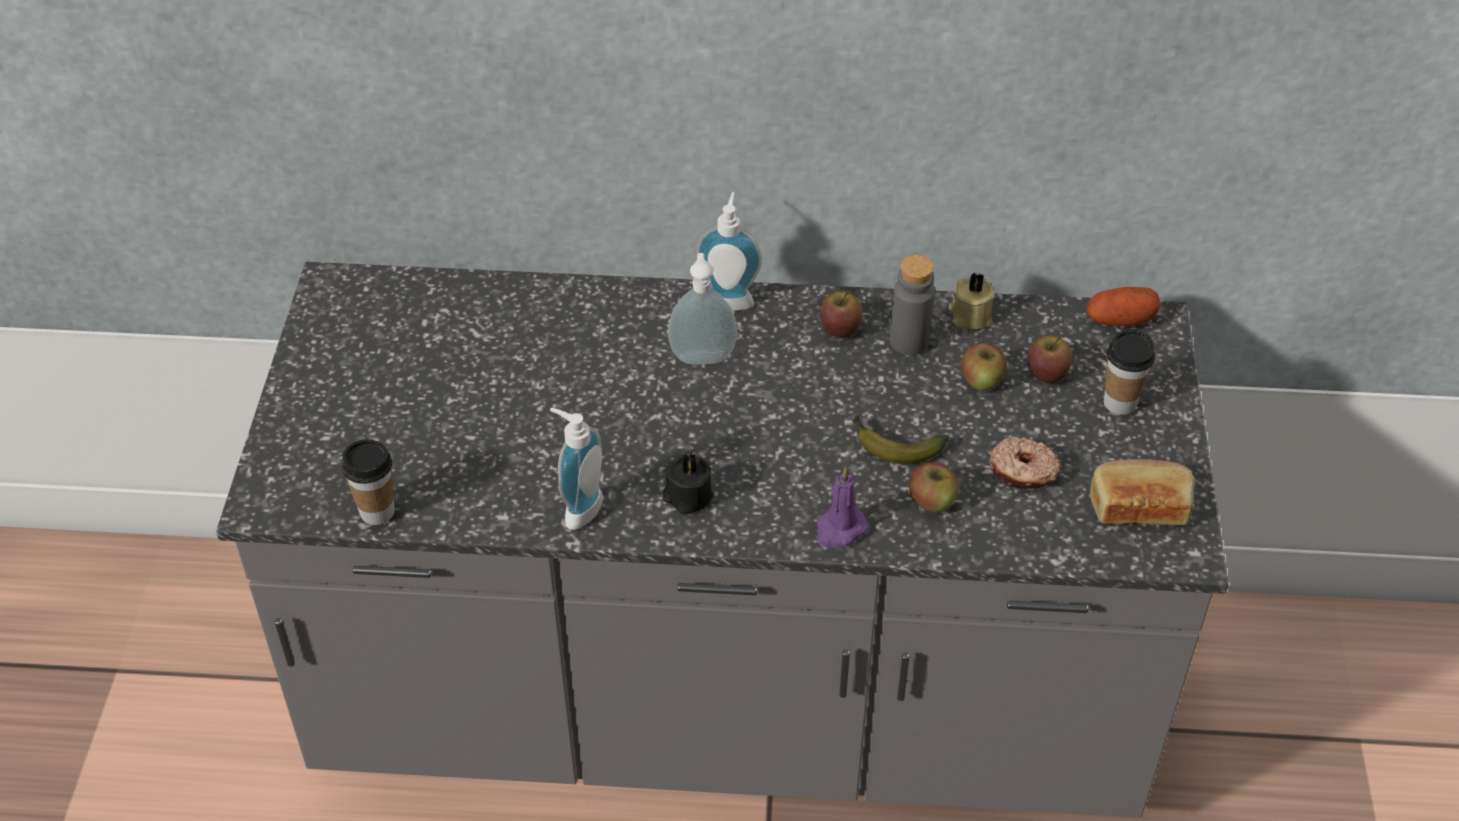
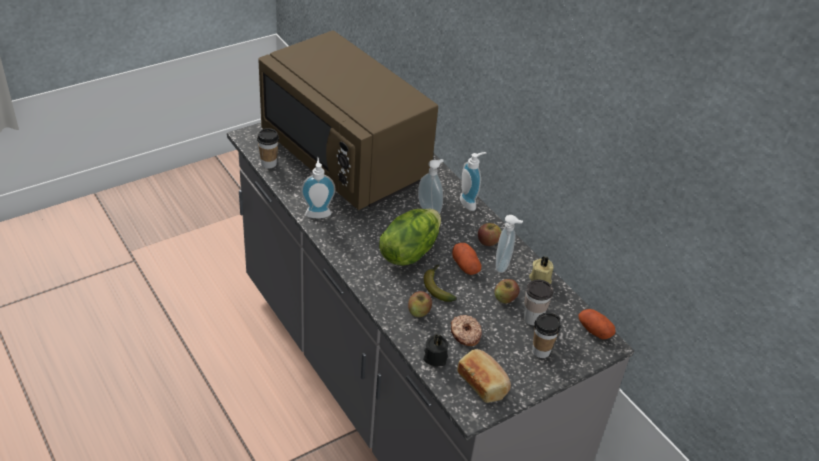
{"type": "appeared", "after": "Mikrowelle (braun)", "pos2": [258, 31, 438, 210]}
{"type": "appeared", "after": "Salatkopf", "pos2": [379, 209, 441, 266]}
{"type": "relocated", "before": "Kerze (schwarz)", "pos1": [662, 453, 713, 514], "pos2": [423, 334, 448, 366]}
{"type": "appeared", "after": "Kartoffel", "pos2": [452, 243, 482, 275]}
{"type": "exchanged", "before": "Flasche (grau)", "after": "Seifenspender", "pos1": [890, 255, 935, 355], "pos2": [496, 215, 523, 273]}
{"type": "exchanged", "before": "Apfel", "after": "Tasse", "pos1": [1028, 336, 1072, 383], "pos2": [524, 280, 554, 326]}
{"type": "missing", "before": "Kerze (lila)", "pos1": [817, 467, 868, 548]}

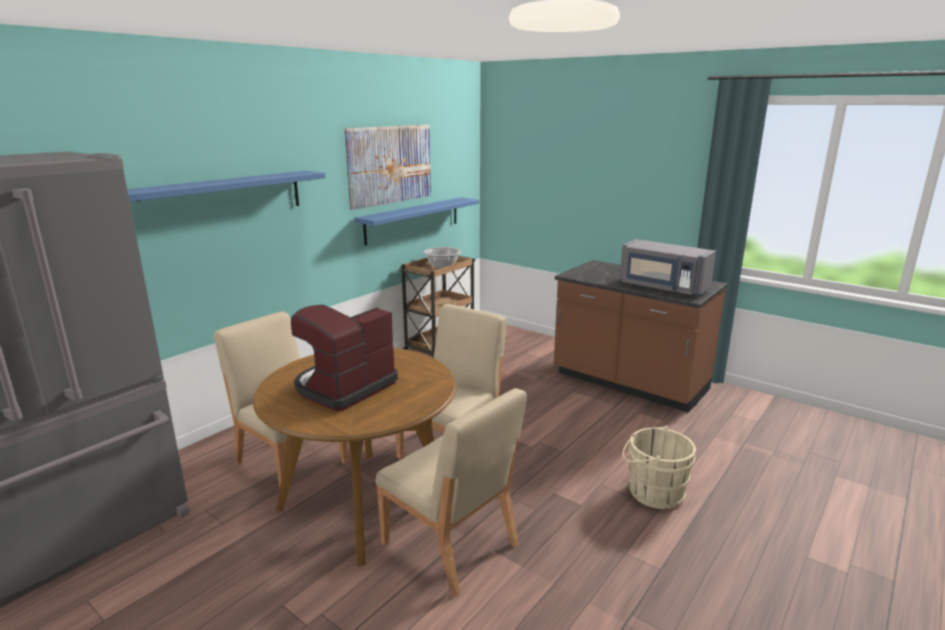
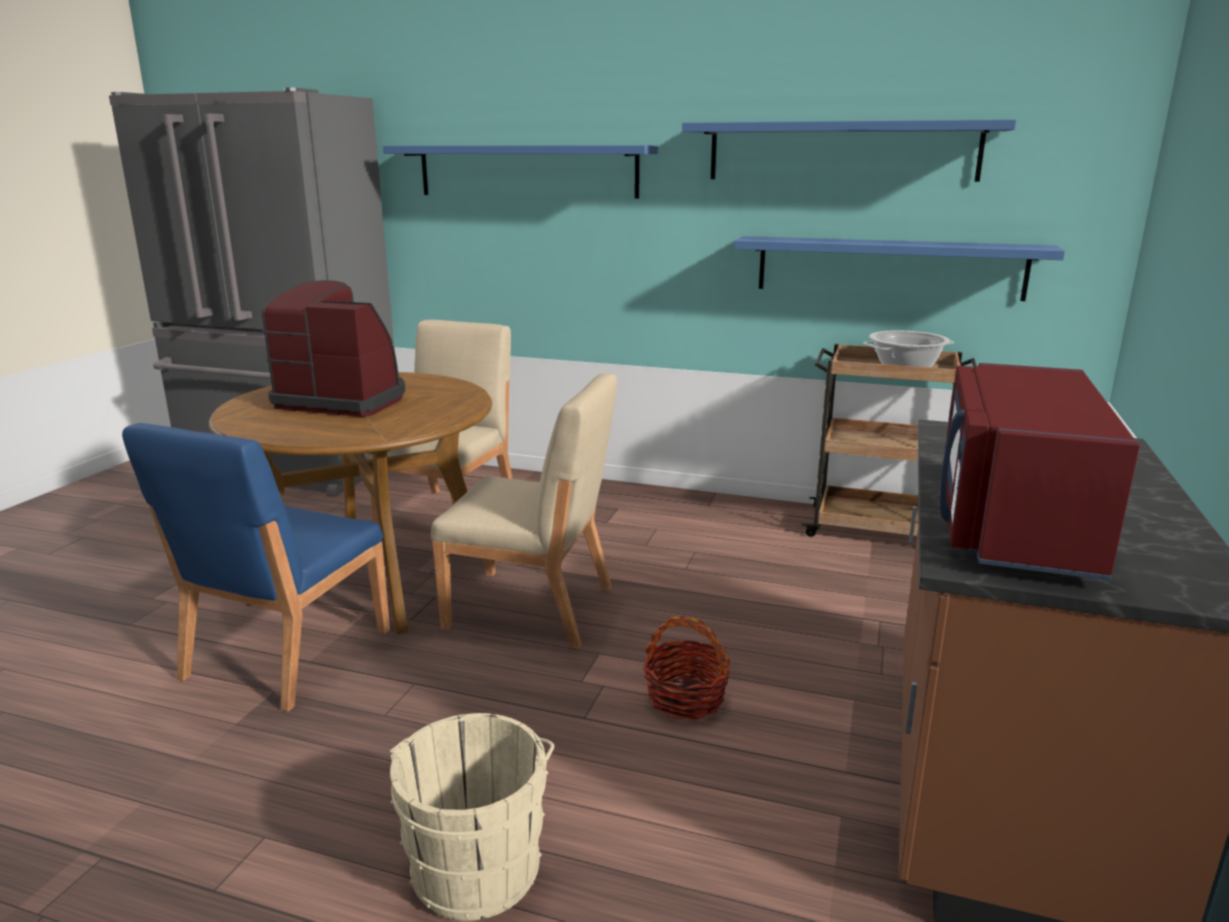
{"type": "colour", "before": "Stuhl (beige)", "after": "Stuhl (blau)", "pos1": [376, 388, 527, 598], "pos2": [122, 423, 390, 712]}
{"type": "appeared", "after": "Korb", "pos2": [643, 616, 730, 720]}
{"type": "exchanged", "before": "Bild", "after": "Wandregal (blau)", "pos1": [344, 125, 431, 210], "pos2": [682, 119, 1016, 182]}
{"type": "colour", "before": "Mikrowelle (grau)", "after": "Mikrowelle (rot)", "pos1": [620, 239, 716, 296], "pos2": [940, 363, 1140, 581]}

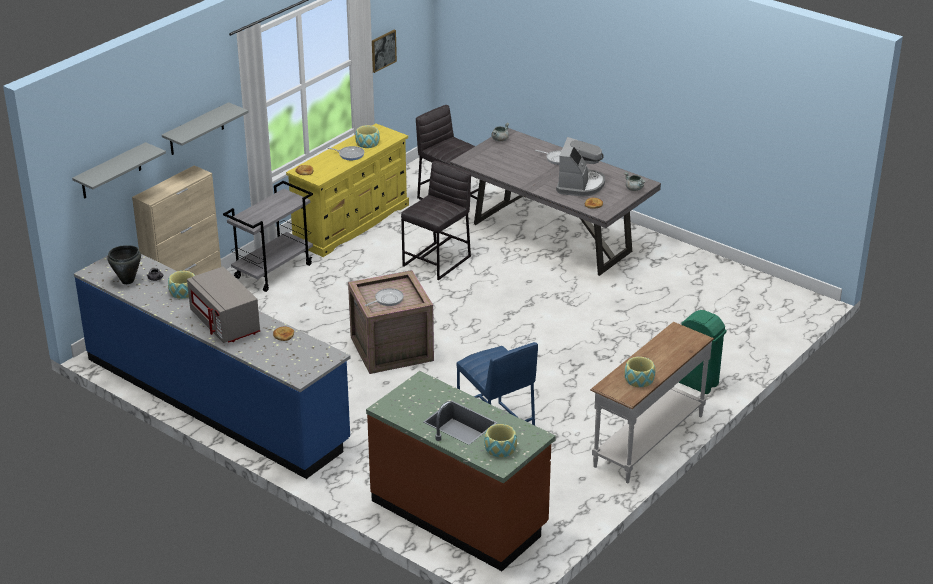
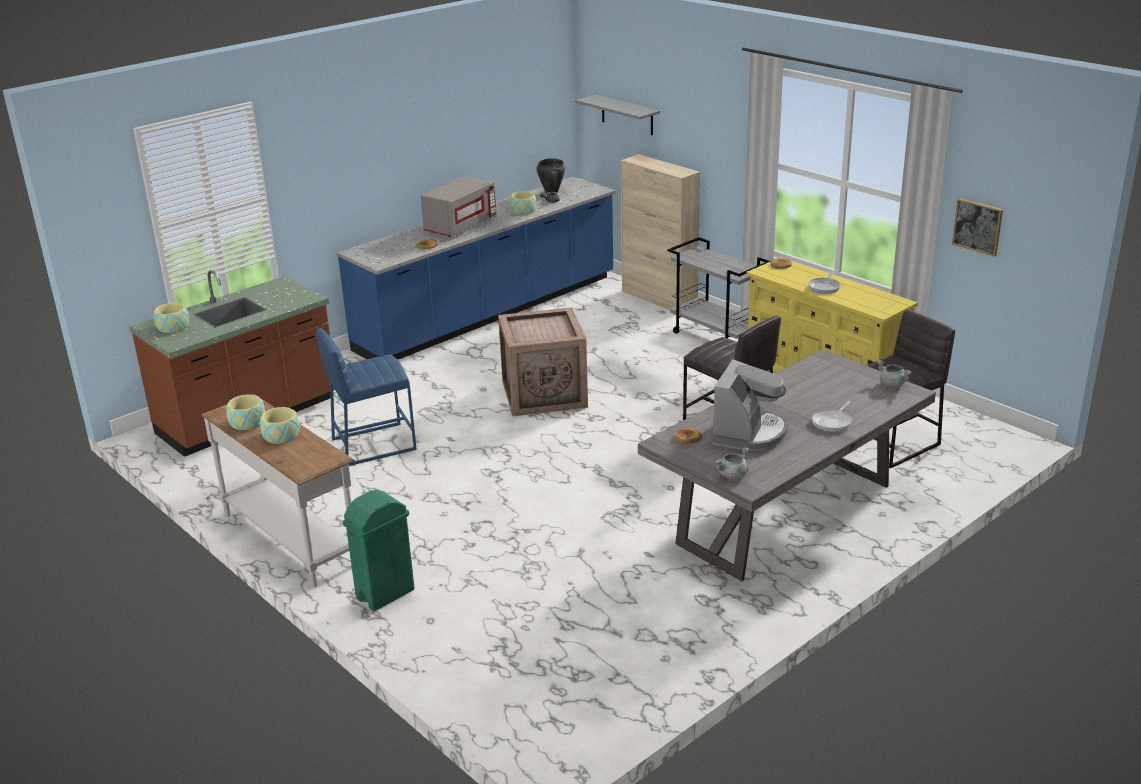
{"type": "relocated", "before": "Schüssel", "pos1": [355, 125, 380, 148], "pos2": [260, 407, 300, 444]}
{"type": "spun", "before": "Mikrowelle (grau)", "pos1": [187, 267, 260, 343], "pos2": [421, 176, 497, 237], "turn": 150}
{"type": "spun", "before": "Kaffeemaschine", "pos1": [556, 137, 605, 197], "pos2": [710, 359, 788, 451], "turn": -90}
{"type": "missing", "before": "Wandregal (grau)", "pos1": [162, 102, 248, 155]}
{"type": "missing", "before": "Pfanne", "pos1": [365, 288, 404, 306]}

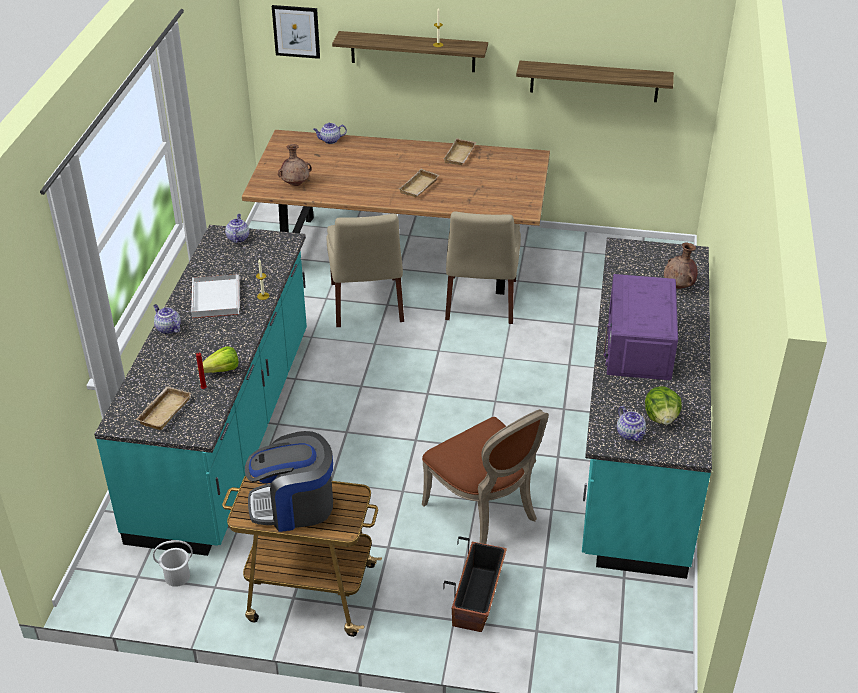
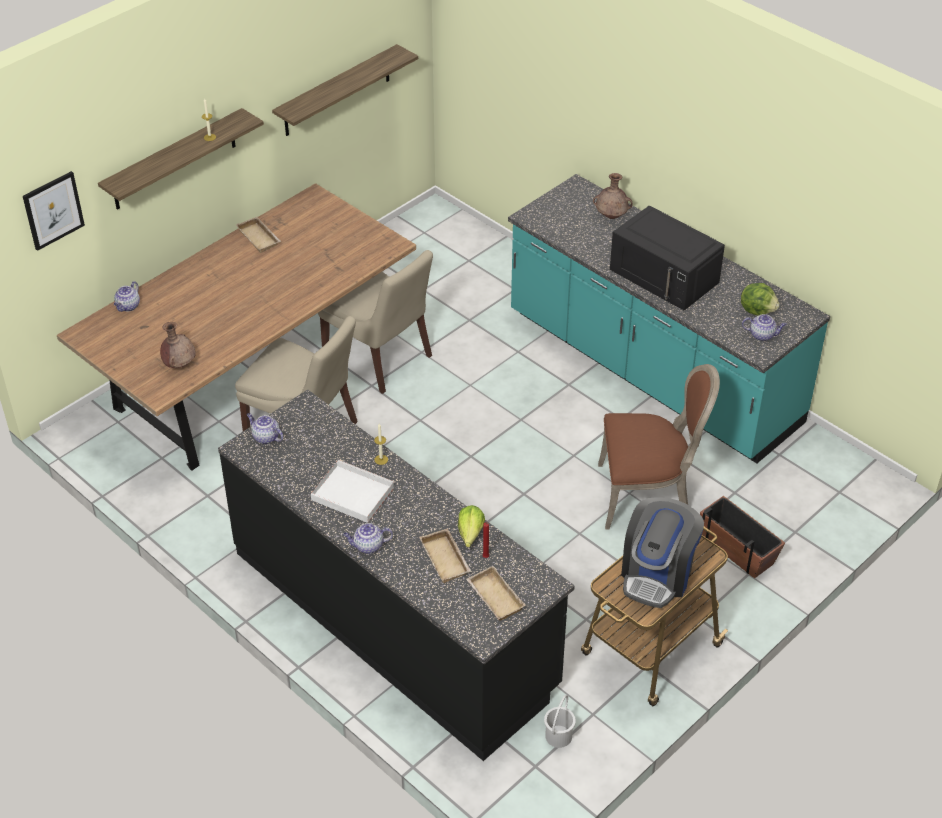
{"type": "colour", "before": "Küchenzeile (türkis)", "after": "Küchenzeile (schwarz)", "pos1": [94, 225, 307, 556], "pos2": [218, 389, 575, 761]}
{"type": "relocated", "before": "Tablett (beige)", "pos1": [399, 169, 439, 197], "pos2": [419, 528, 471, 583]}
{"type": "colour", "before": "Mikrowelle (lila)", "after": "Mikrowelle (schwarz)", "pos1": [603, 274, 678, 380], "pos2": [610, 206, 725, 311]}

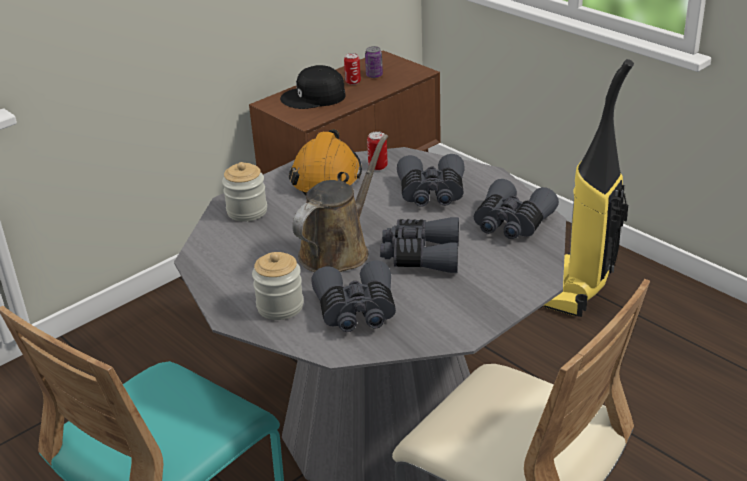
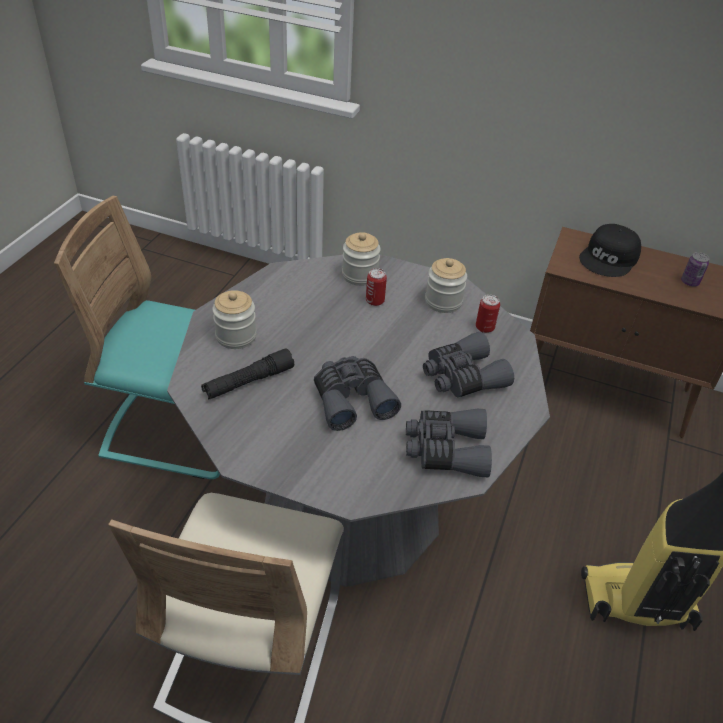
{"type": "exchanged", "before": "Fernglas (grau)", "after": "Taschenlampe (schwarz)", "pos1": [311, 261, 396, 332], "pos2": [201, 348, 294, 400]}
{"type": "relocated", "before": "Dose", "pos1": [344, 53, 361, 85], "pos2": [366, 268, 387, 306]}
{"type": "exchanged", "before": "Schutzhelm (orange)", "after": "Vorratsglas", "pos1": [289, 129, 362, 196], "pos2": [425, 258, 467, 313]}
{"type": "spun", "before": "Kappe (schwarz)", "pos1": [280, 65, 345, 109], "pos2": [579, 224, 641, 277], "turn": -105}
{"type": "missing", "before": "Gießkanne (braun)", "pos1": [292, 134, 388, 272]}

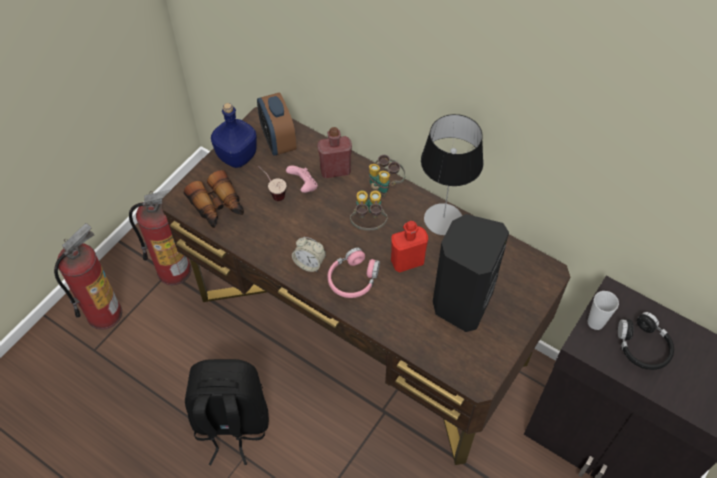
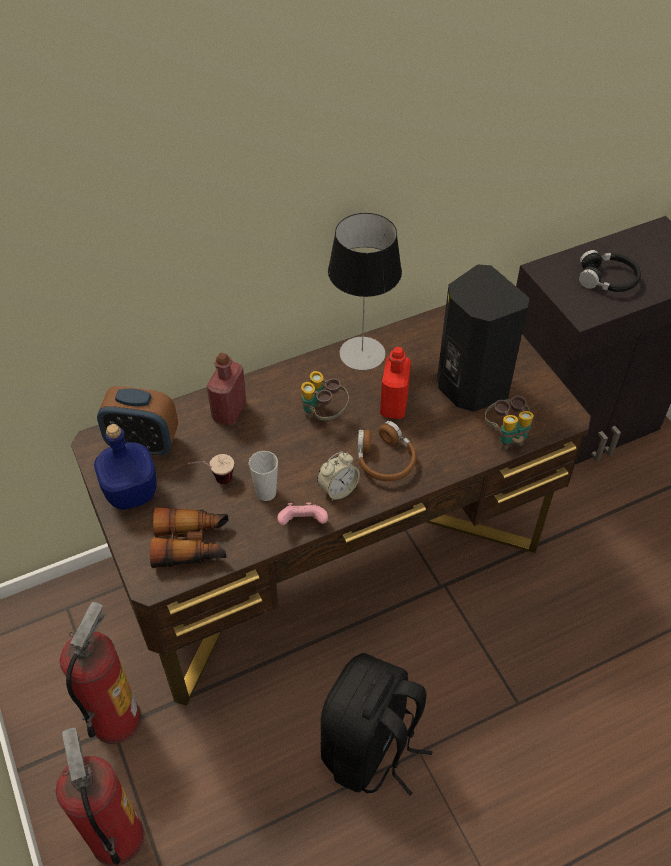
{"type": "relocated", "before": "Tasse", "pos1": [588, 291, 619, 330], "pos2": [249, 451, 278, 501]}
{"type": "relocated", "before": "Gamepad (rosa)", "pos1": [286, 166, 318, 193], "pos2": [277, 503, 328, 525]}
{"type": "colour", "before": "Kopfhörer (rosa)", "after": "Kopfhörer (braun)", "pos1": [328, 247, 380, 298], "pos2": [358, 421, 416, 481]}
{"type": "relocated", "before": "Fernglas", "pos1": [369, 155, 405, 198], "pos2": [484, 396, 534, 450]}

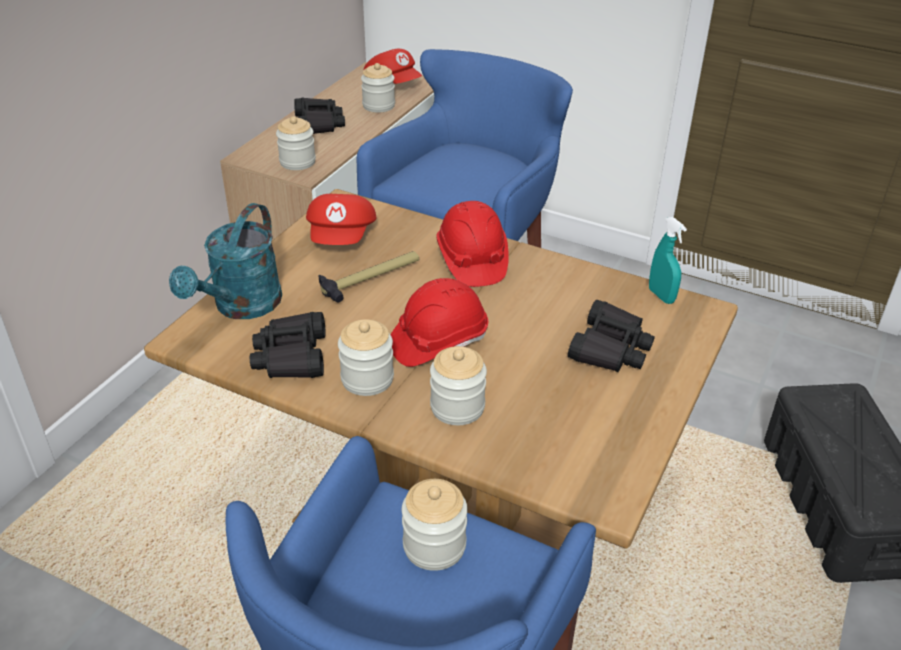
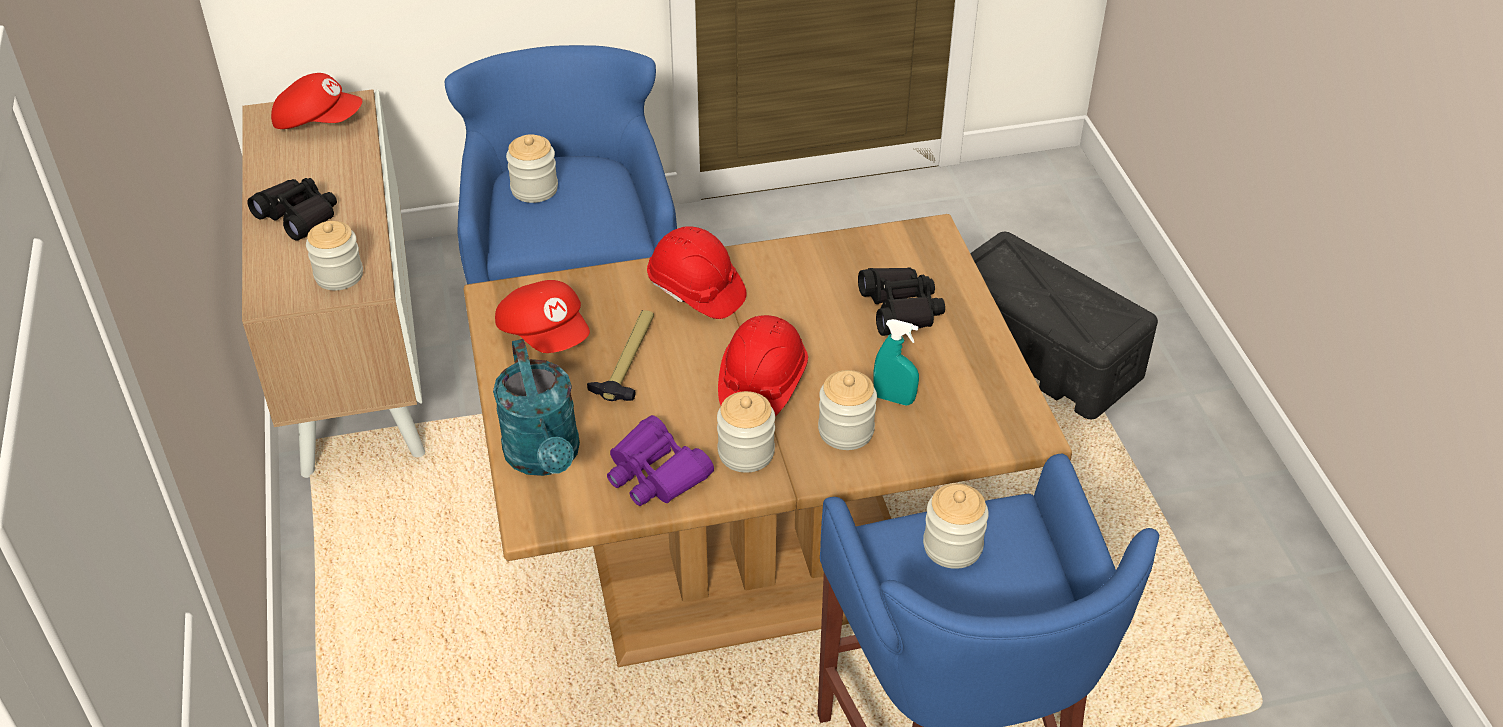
{"type": "relocated", "before": "Vorratsglas", "pos1": [361, 63, 395, 113], "pos2": [506, 134, 558, 203]}
{"type": "colour", "before": "Fernglas (schwarz)", "after": "Fernglas (lila)", "pos1": [250, 312, 326, 378], "pos2": [607, 415, 714, 506]}
{"type": "relocated", "before": "Sprühflasche (türkis)", "pos1": [649, 217, 687, 304], "pos2": [873, 319, 919, 405]}

